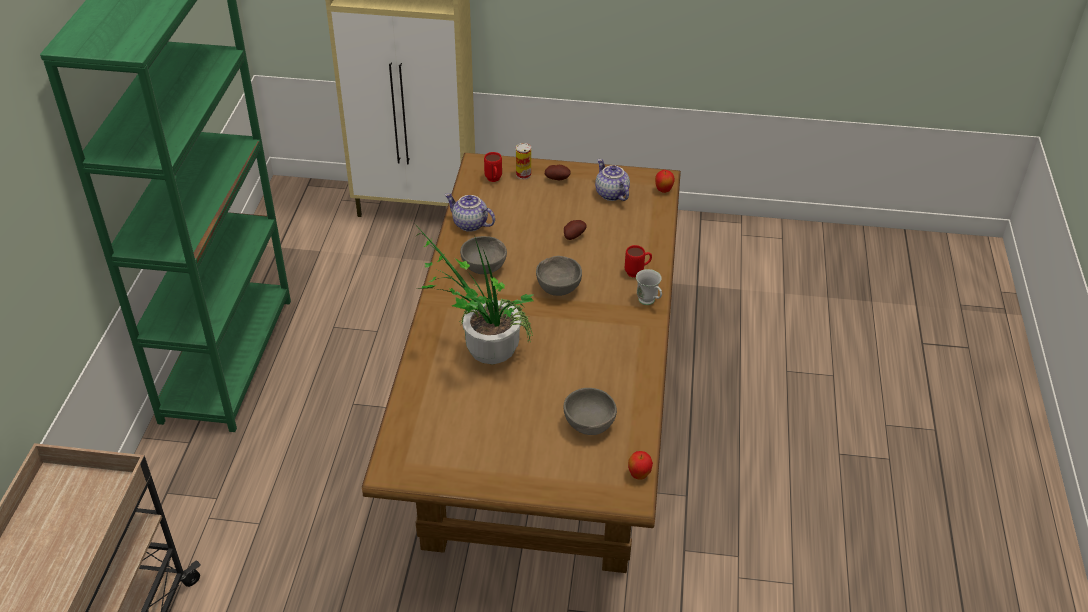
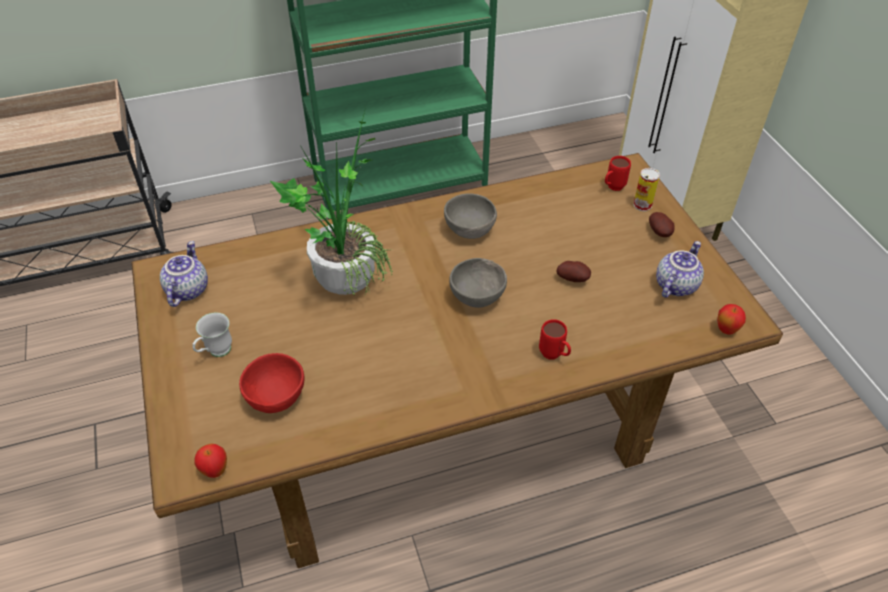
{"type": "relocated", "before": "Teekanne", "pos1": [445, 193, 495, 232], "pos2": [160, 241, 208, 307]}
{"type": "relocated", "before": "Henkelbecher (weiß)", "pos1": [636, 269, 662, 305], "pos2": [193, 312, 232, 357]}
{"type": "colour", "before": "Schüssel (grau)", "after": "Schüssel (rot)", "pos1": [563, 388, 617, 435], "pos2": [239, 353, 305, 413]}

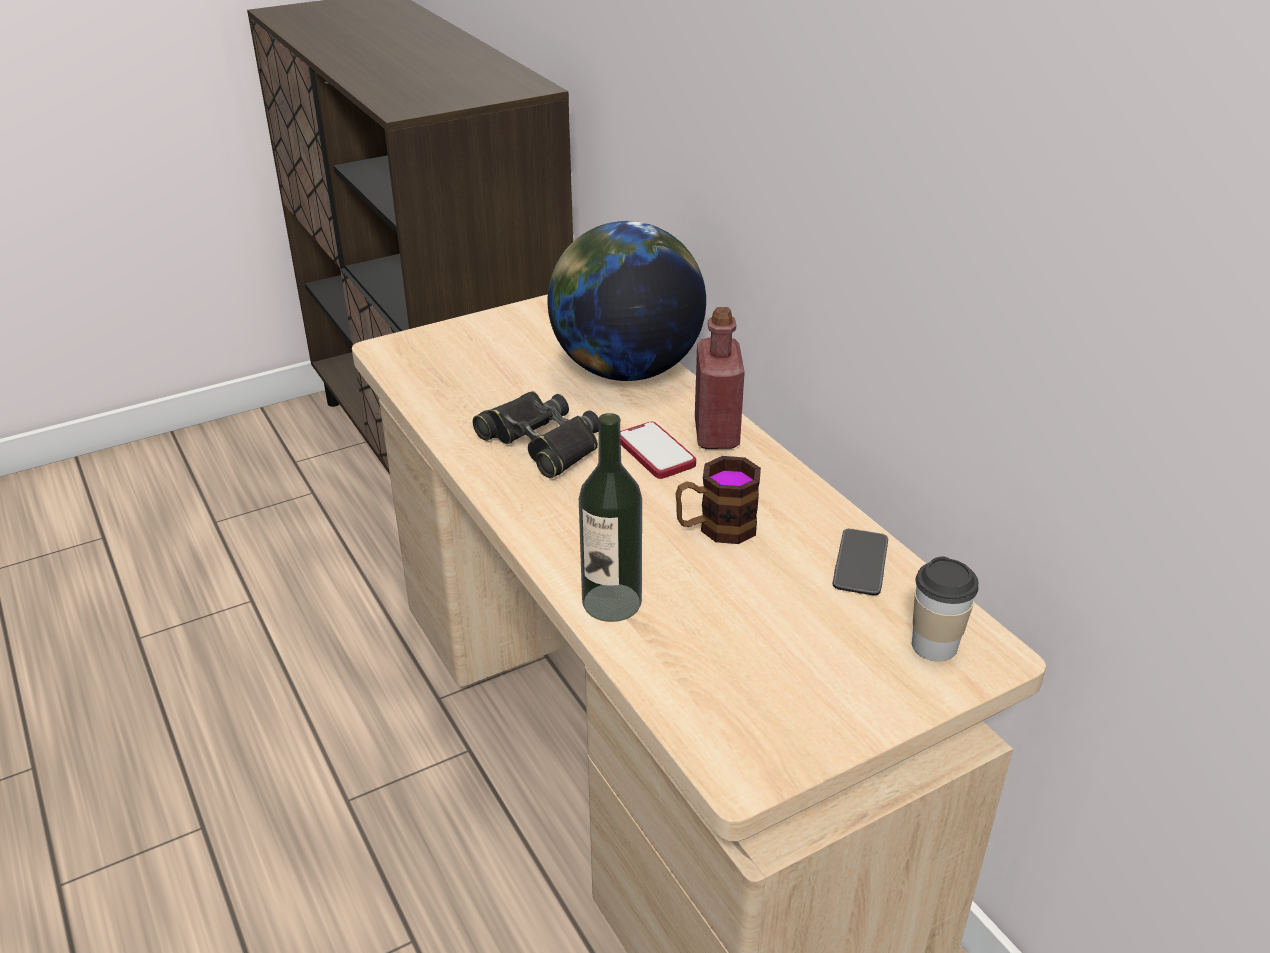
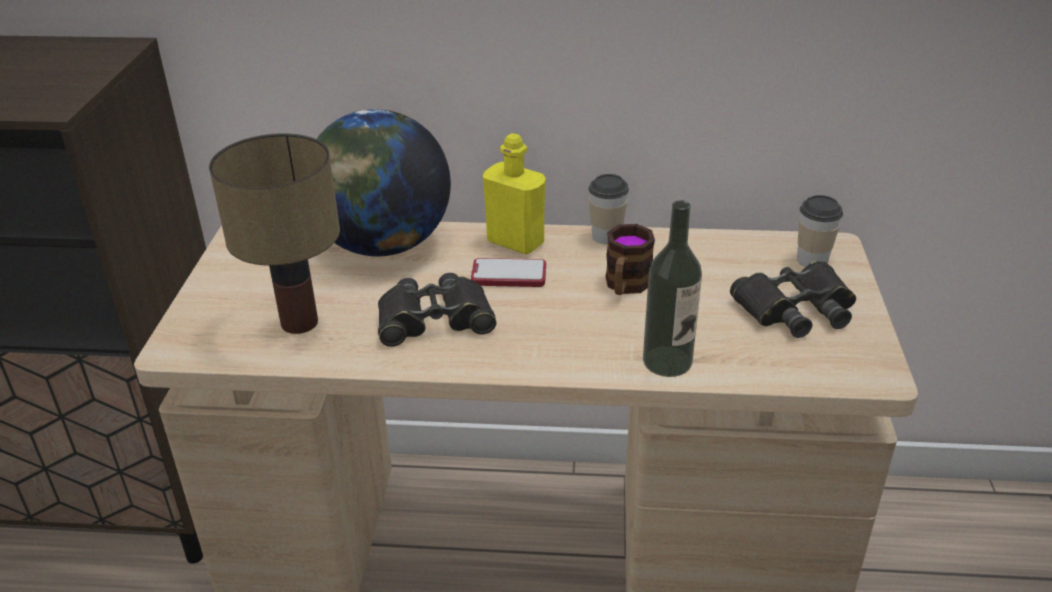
{"type": "appeared", "after": "Tischlampe", "pos2": [209, 133, 340, 334]}
{"type": "colour", "before": "Flasche (rot)", "after": "Flasche (gelb)", "pos1": [695, 307, 745, 449], "pos2": [483, 133, 546, 254]}
{"type": "appeared", "after": "Tasse", "pos2": [588, 174, 629, 245]}
{"type": "appeared", "after": "Fernglas (schwarz)", "pos2": [730, 261, 856, 338]}
{"type": "missing", "before": "Handy", "pos1": [833, 529, 888, 595]}

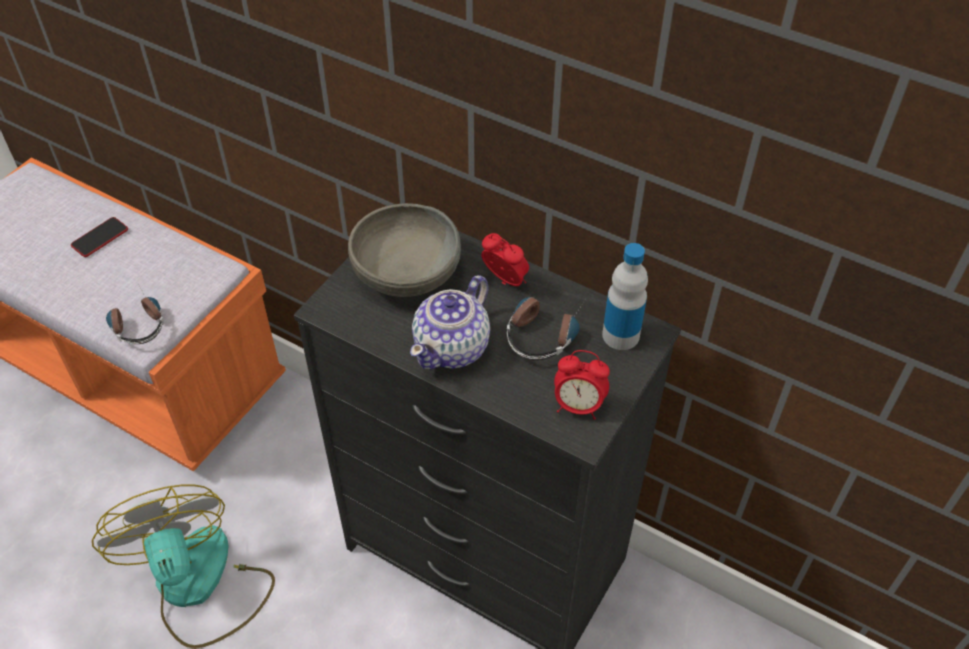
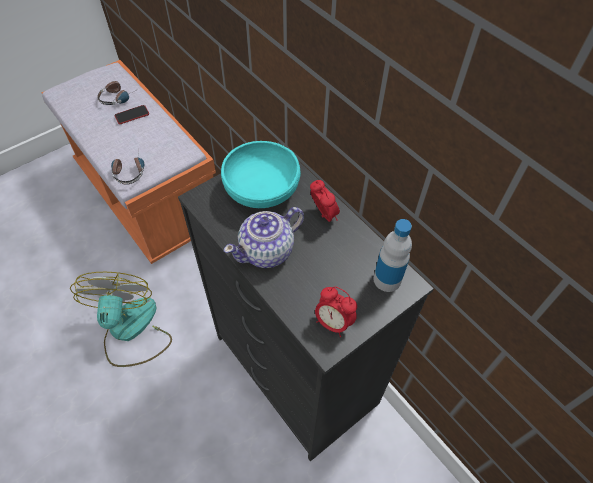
{"type": "relocated", "before": "Kopfhörer", "pos1": [506, 297, 585, 360], "pos2": [97, 81, 138, 105]}
{"type": "colour", "before": "Schüssel (grau)", "after": "Schüssel (türkis)", "pos1": [348, 203, 461, 297], "pos2": [221, 141, 301, 208]}

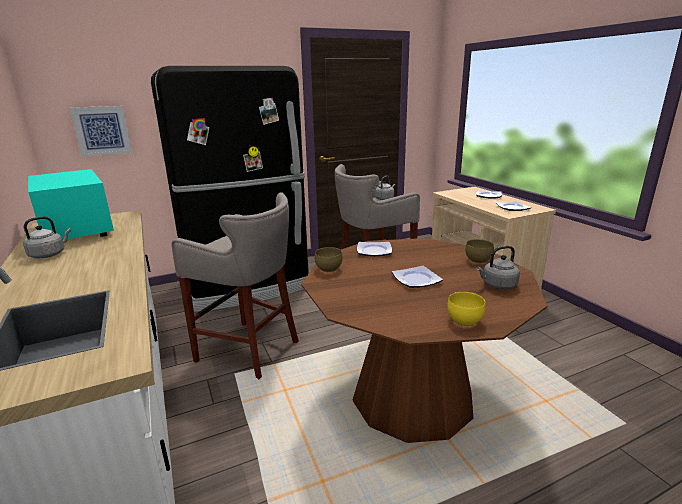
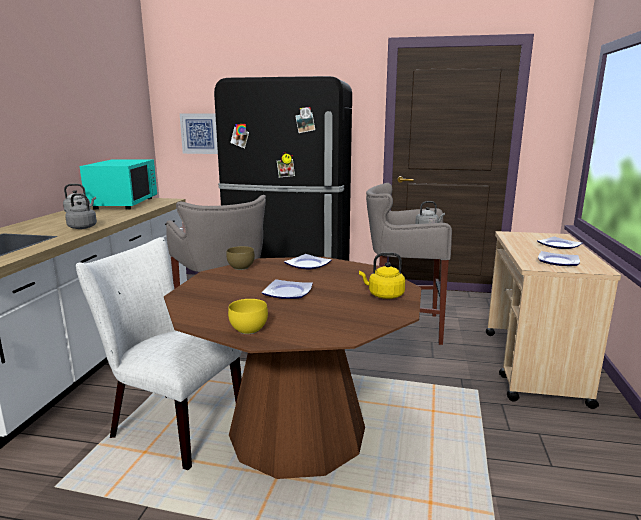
{"type": "relocated", "before": "Wasserkessel (grau)", "pos1": [476, 246, 520, 290], "pos2": [64, 193, 97, 229]}
{"type": "appeared", "after": "Stuhl (weiß)", "pos2": [76, 237, 242, 470]}
{"type": "exchanged", "before": "Schüssel (braun)", "after": "Wasserkessel (gelb)", "pos1": [465, 239, 494, 263], "pos2": [359, 252, 405, 299]}

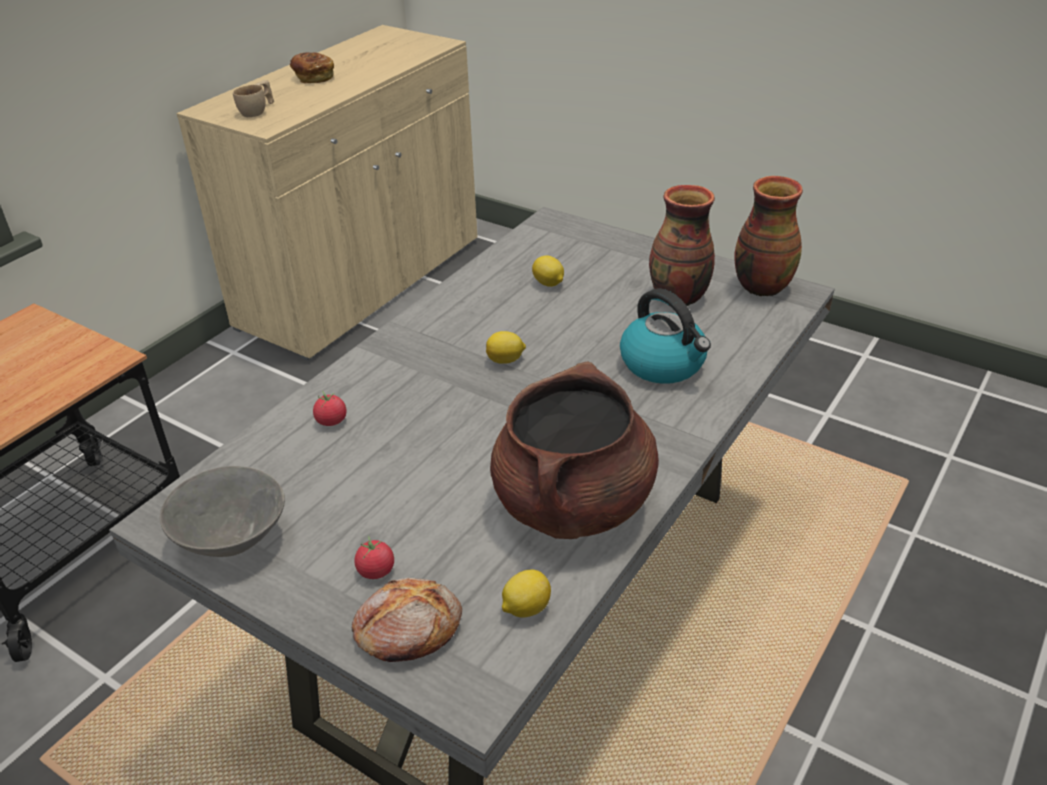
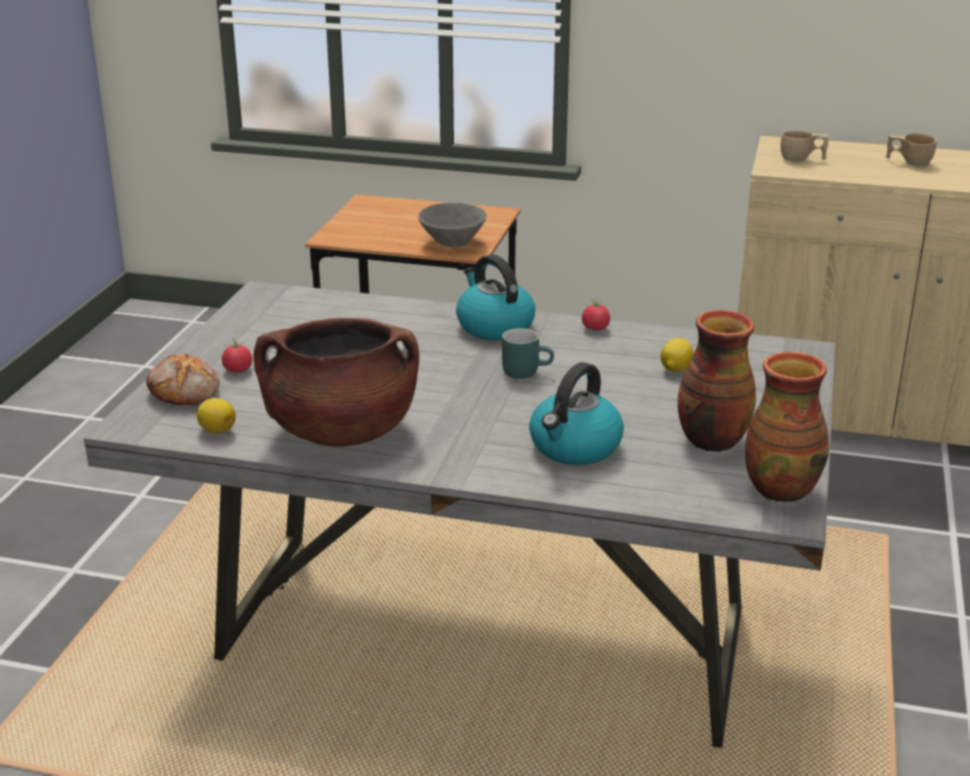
{"type": "relocated", "before": "Schüssel (grau)", "pos1": [160, 466, 285, 557], "pos2": [418, 203, 487, 247]}
{"type": "appeared", "after": "Wasserkessel", "pos2": [456, 254, 535, 340]}
{"type": "exchanged", "before": "Zitrone", "after": "Henkelbecher (türkis)", "pos1": [486, 331, 526, 364], "pos2": [502, 328, 554, 379]}
{"type": "relocated", "before": "Tomate", "pos1": [313, 391, 347, 426], "pos2": [582, 299, 610, 330]}
{"type": "exchanged", "before": "Brot", "after": "Tasse (beige)", "pos1": [290, 53, 334, 83], "pos2": [886, 133, 936, 166]}

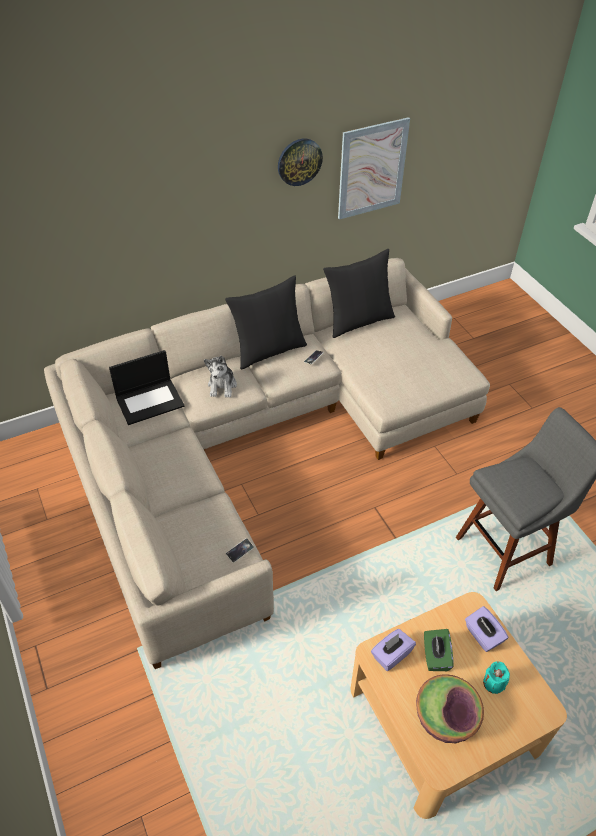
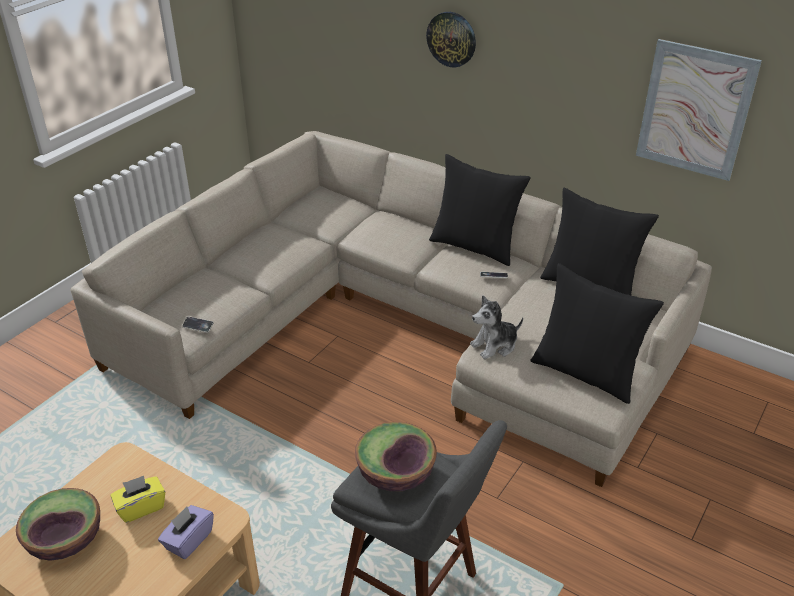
{"type": "colour", "before": "Taschentuchbox (grün)", "after": "Taschentuchbox (gelb)", "pos1": [424, 629, 453, 671], "pos2": [110, 475, 165, 523]}
{"type": "appeared", "after": "Schüssel", "pos2": [355, 421, 437, 491]}
{"type": "relocated", "before": "Wanduhr", "pos1": [278, 139, 323, 186], "pos2": [426, 12, 476, 67]}
{"type": "relocated", "before": "Plüschtier", "pos1": [204, 355, 237, 398], "pos2": [470, 295, 523, 359]}
{"type": "appeared", "after": "Kissen (schwarz)", "pos2": [530, 263, 664, 404]}
{"type": "missing", "before": "Laptop", "pos1": [109, 350, 184, 425]}
{"type": "missing", "before": "Taschentuchbox (lila)", "pos1": [371, 629, 416, 671]}
{"type": "missing", "before": "Kerze (türkis)", "pos1": [483, 661, 510, 694]}

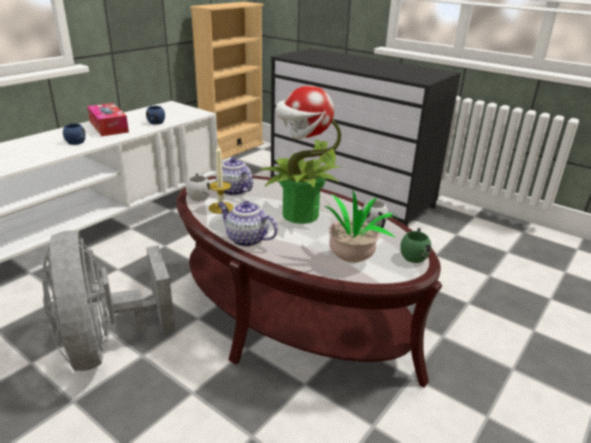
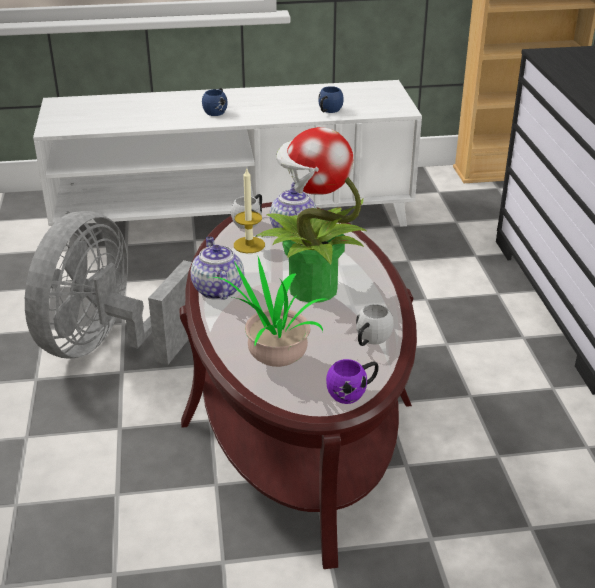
{"type": "colour", "before": "Henkelbecher (grün)", "after": "Henkelbecher (lila)", "pos1": [401, 228, 431, 263], "pos2": [326, 359, 378, 404]}
{"type": "missing", "before": "Taschentuchbox", "pos1": [87, 103, 129, 136]}

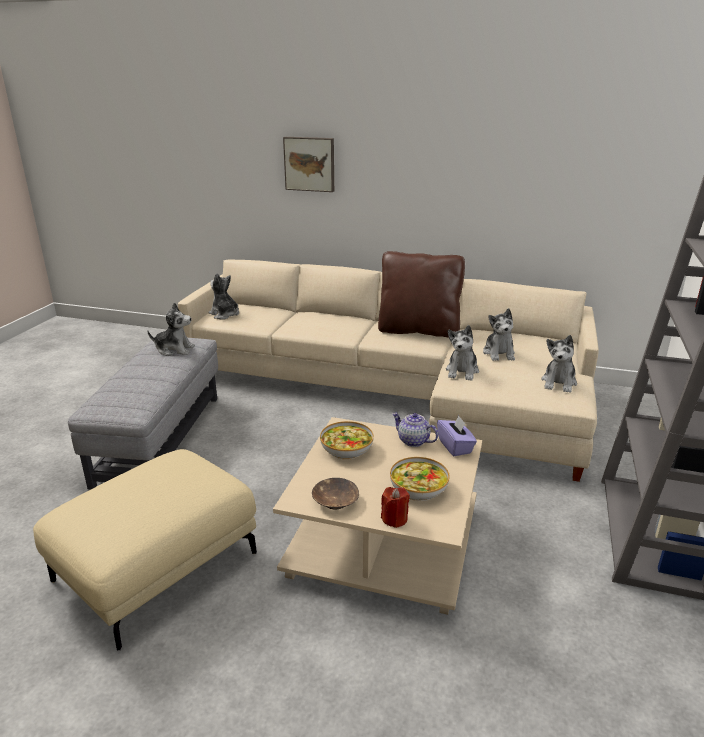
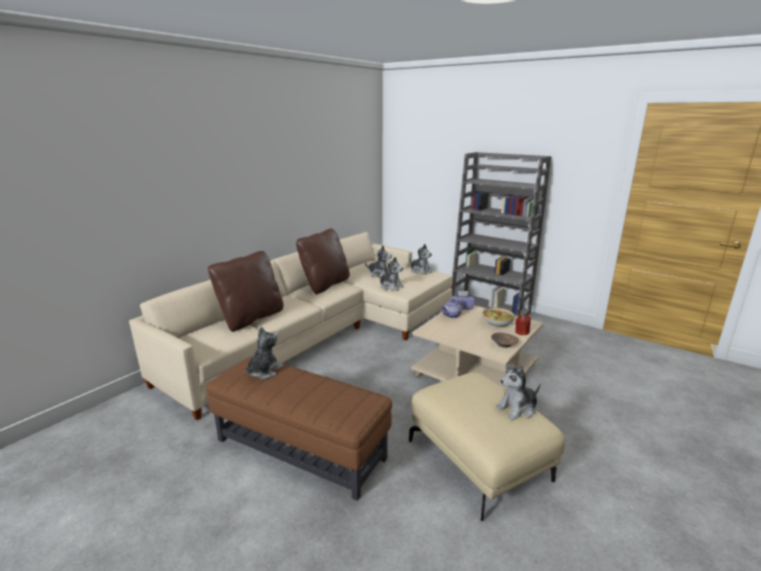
{"type": "colour", "before": "Polsterhocker (grau)", "after": "Polsterhocker (braun)", "pos1": [68, 338, 218, 489], "pos2": [206, 356, 392, 501]}
{"type": "appeared", "after": "Kissen (braun)", "pos2": [208, 251, 283, 332]}
{"type": "relocated", "before": "Plüschtier", "pos1": [209, 273, 239, 319], "pos2": [496, 362, 540, 420]}
{"type": "missing", "before": "Bild", "pos1": [283, 137, 334, 192]}
{"type": "missing", "before": "Schüssel", "pos1": [320, 421, 374, 459]}

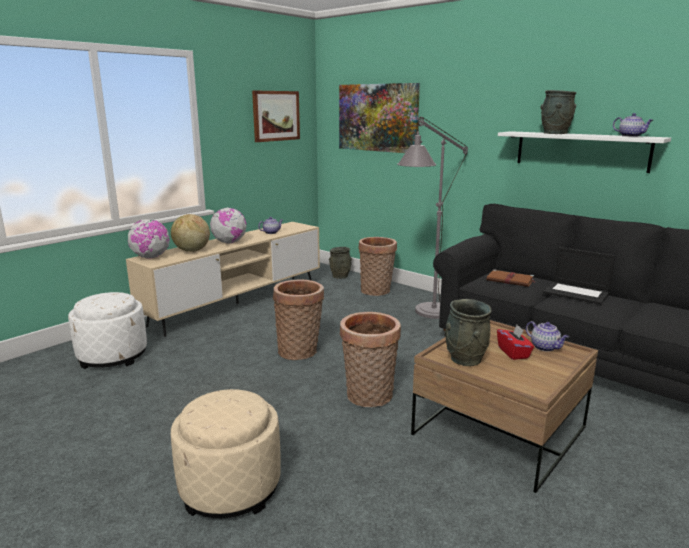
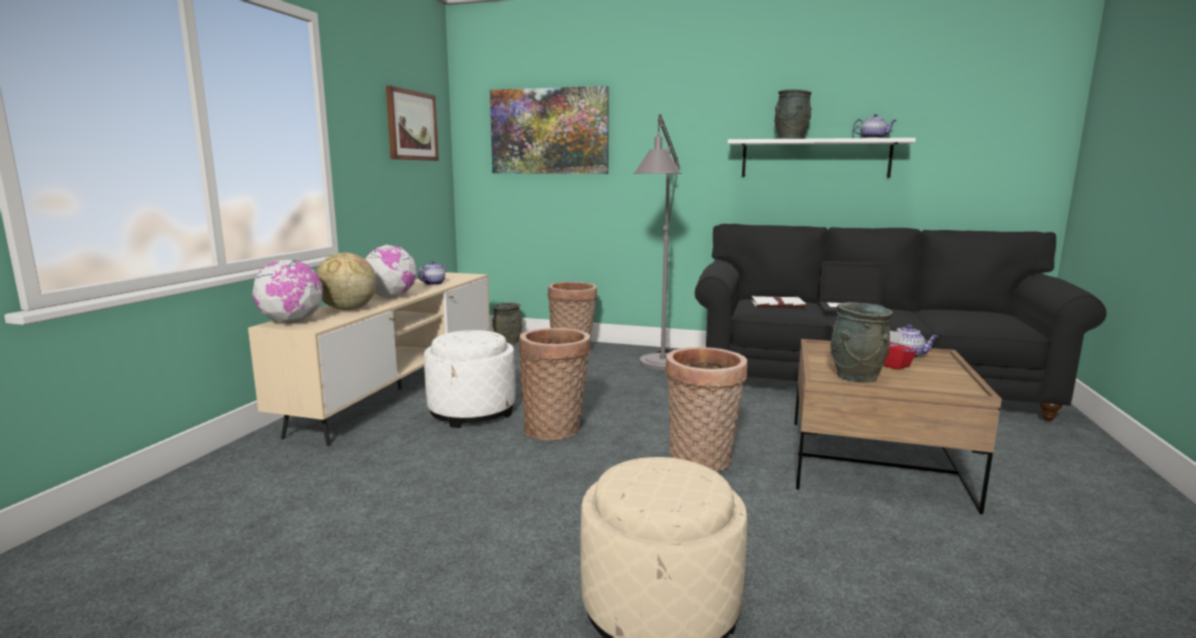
{"type": "relocated", "before": "Polsterhocker (weiß)", "pos1": [68, 292, 147, 369], "pos2": [424, 330, 515, 428]}
{"type": "colour", "before": "Buch (braun)", "after": "Buch (weiß)", "pos1": [487, 269, 536, 287], "pos2": [751, 296, 806, 308]}

